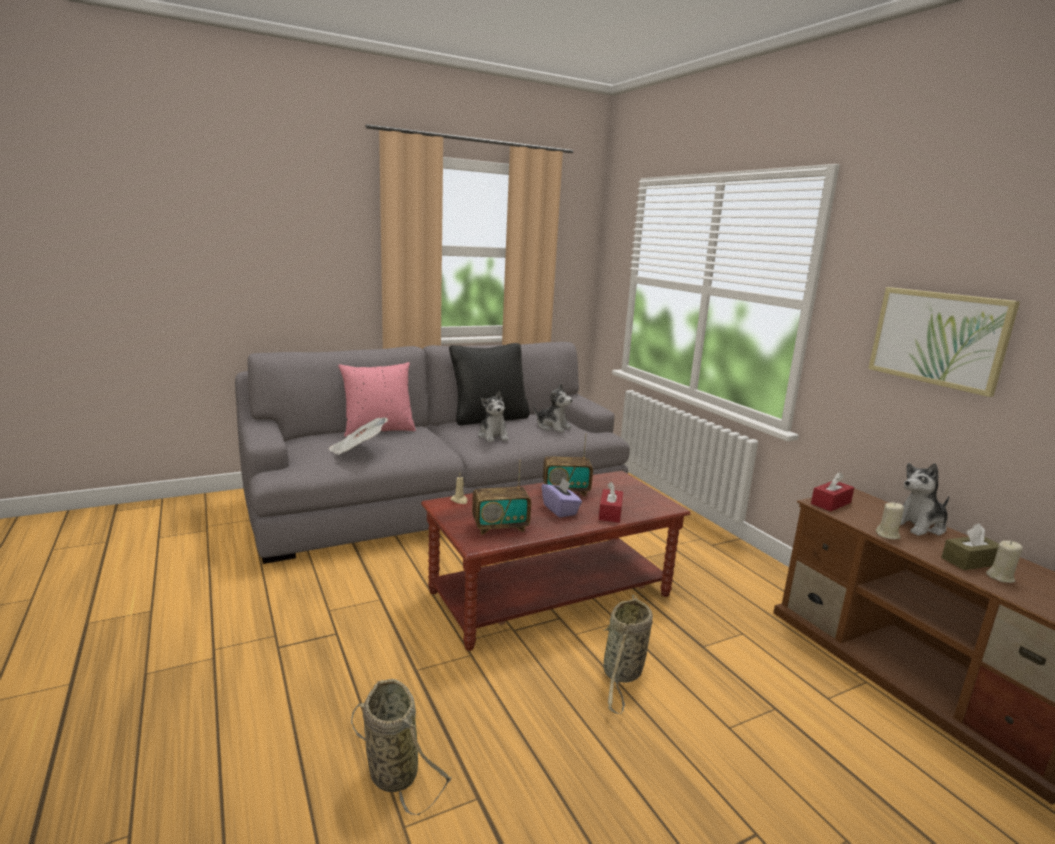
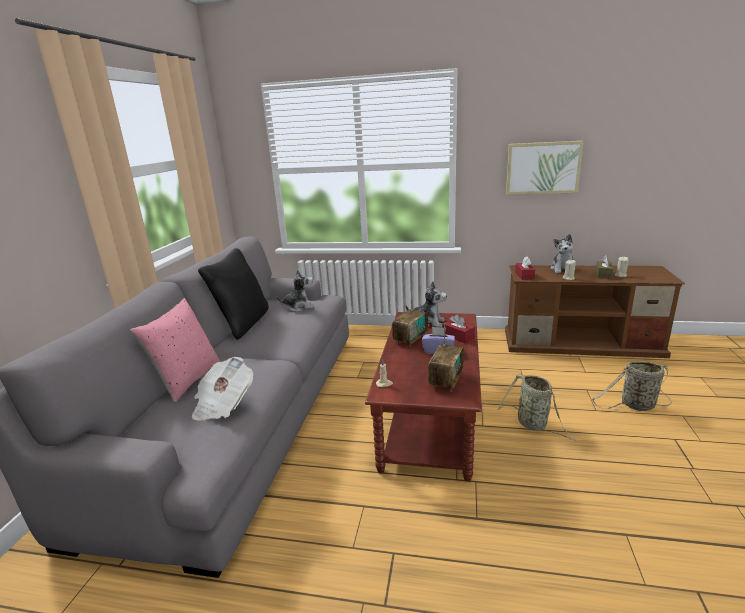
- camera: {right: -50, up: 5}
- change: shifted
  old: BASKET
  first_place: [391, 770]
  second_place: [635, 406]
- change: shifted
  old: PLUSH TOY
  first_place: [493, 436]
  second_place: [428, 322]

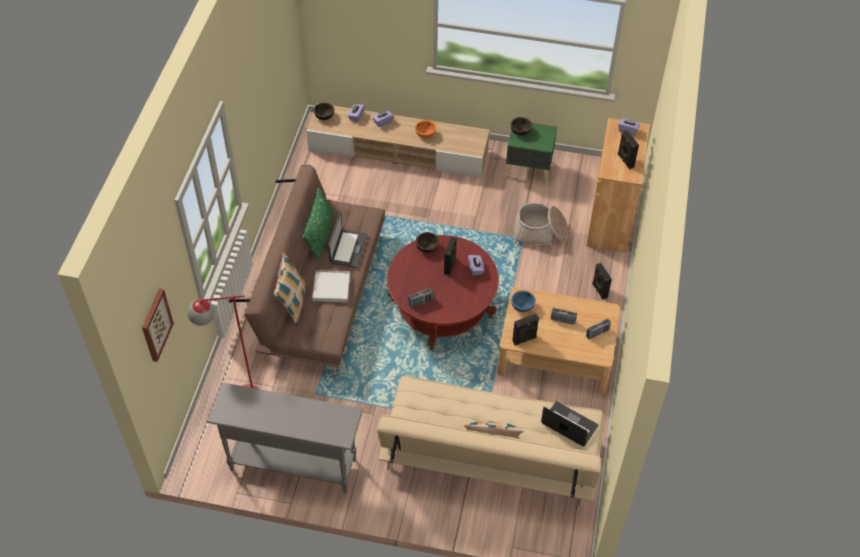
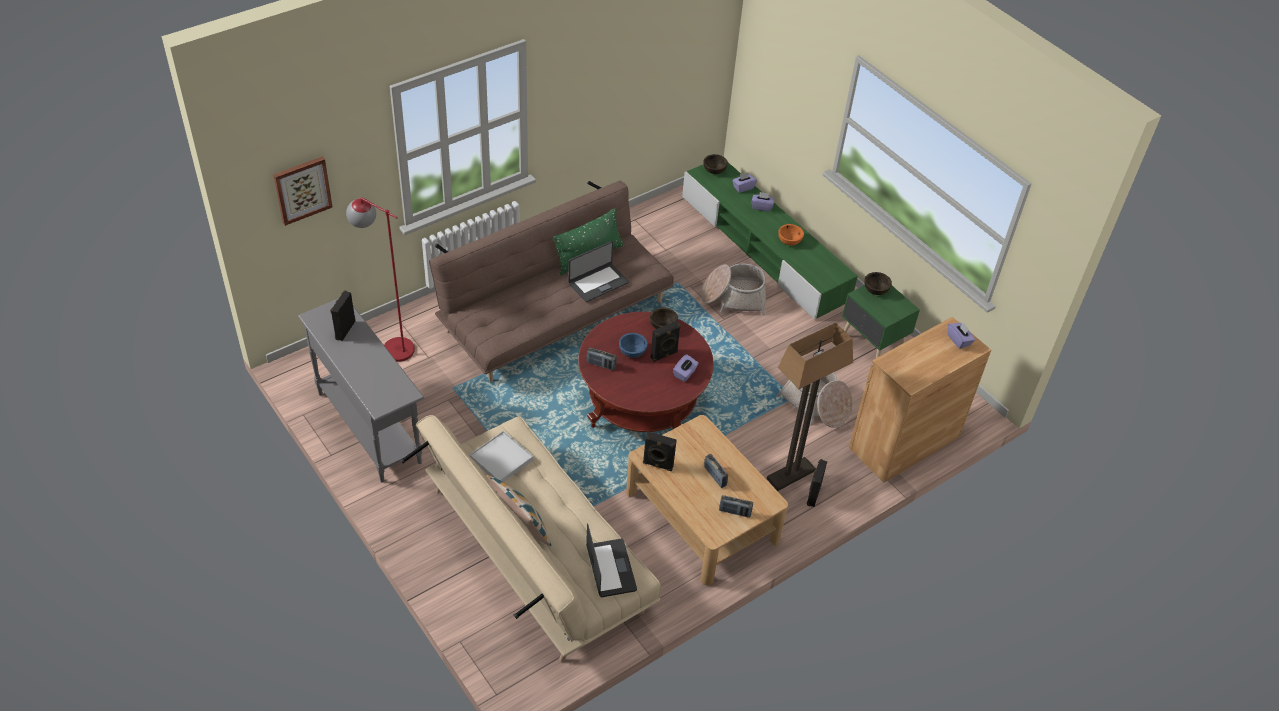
- camera: {right: 40, up: -5}
- change: gone
  old: PILLOW
  first_place: [293, 304]
- change: repainted
  old: BEIGE TV STAND
  new: GREEN TV STAND
  first_place: [399, 151]
  second_place: [764, 248]
- change: shifted
  old: WHITE TRAY
  first_place: [331, 288]
  second_place: [501, 459]
- change: shifted
  old: BLUE BOWL
  first_place: [522, 306]
  second_place: [632, 352]
- change: shifted
  old: BLACK SPEAKER
  first_place: [625, 161]
  second_place: [344, 330]
- change: new
  new: BASKET
  second_place: [733, 298]
- change: new
  new: FLOOR LAMP
  second_place: [790, 475]

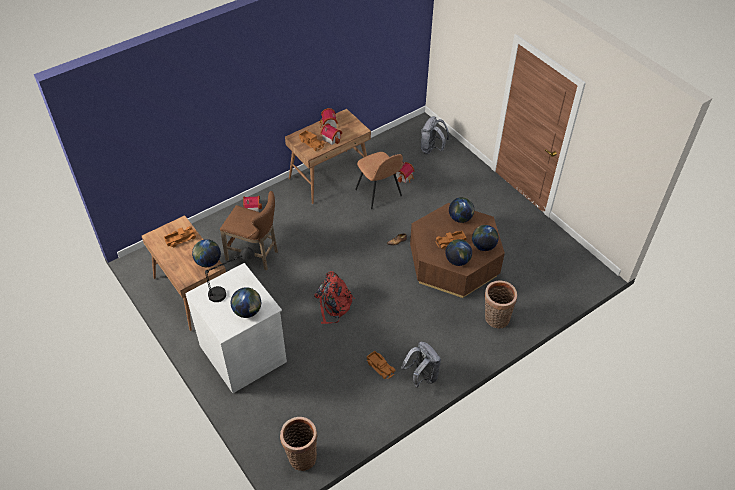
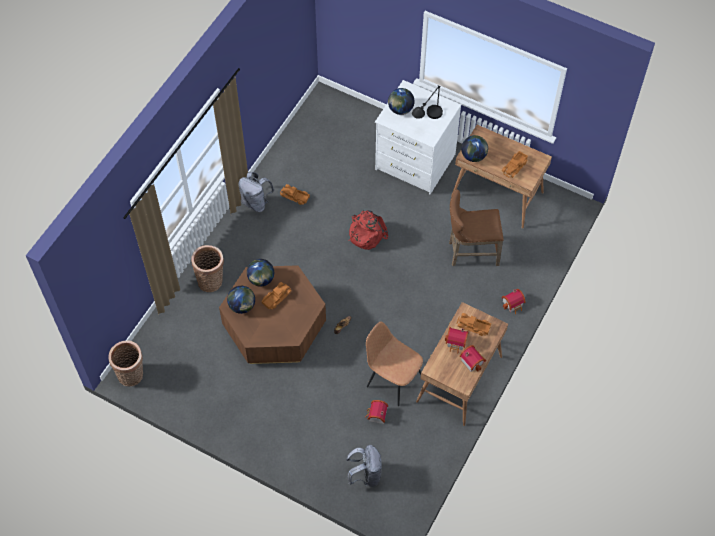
- camera: {right: 155, up: 10}
- change: shifted
  old: BASKET
  first_place: [301, 456]
  second_place: [132, 375]
- change: gone
  old: GLOBE
  first_place: [460, 218]

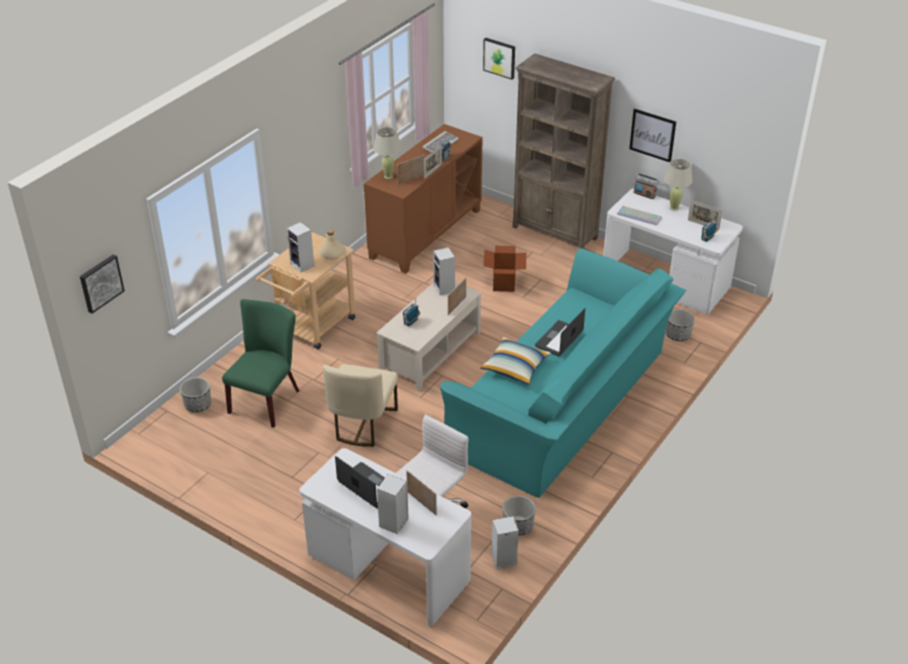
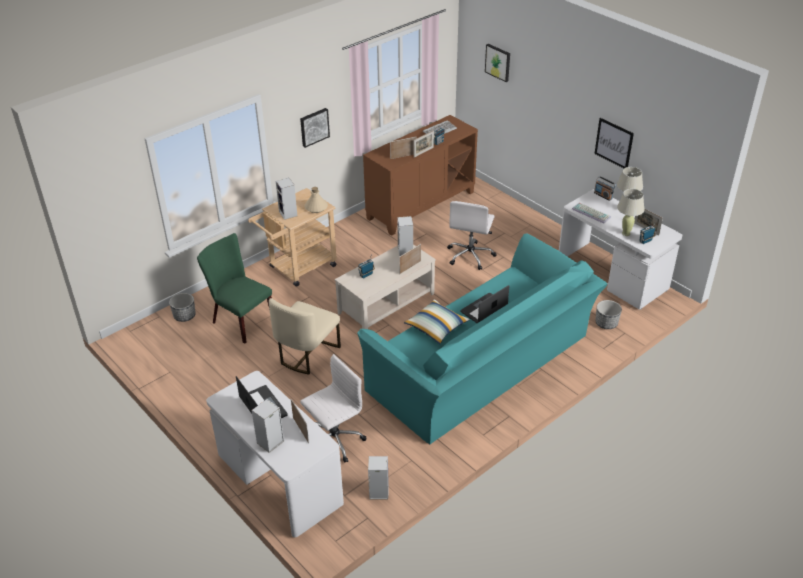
- camera: {right: 15, up: 0}
- change: shifted
  old: PICTURE
  first_place: [100, 283]
  second_place: [314, 127]
- change: rotated
  old: GREEN CHAIR
  first_place: [267, 399]
  second_place: [240, 320]
  degrees: -90
- change: shifted
  old: BEIGE TABLE LAMP
  first_place: [388, 176]
  second_place: [626, 233]
- change: swapped
  old: CARDBOARD BOX
  new: WHITE OFFICE CHAIR
  first_place: [504, 283]
  second_place: [470, 255]
- change: gone
  old: PLANTER
  first_place: [518, 526]
- change: gone
  old: BROWN BOOKCASE
  first_place: [555, 233]

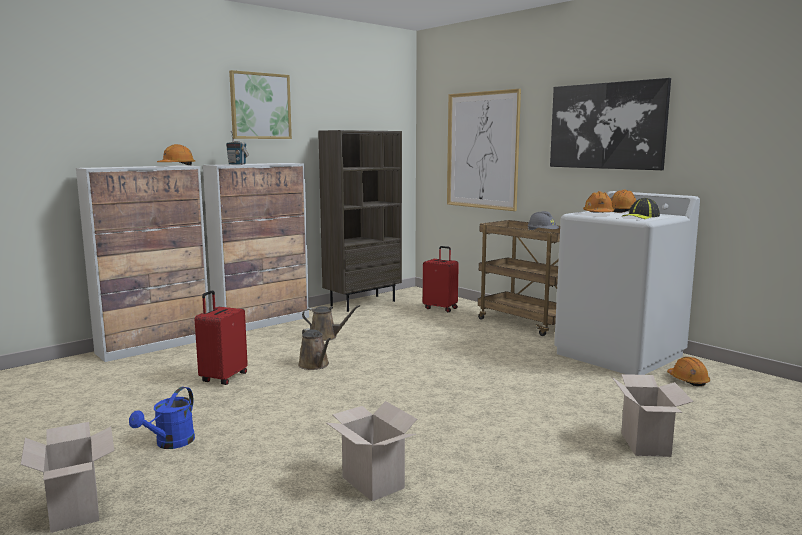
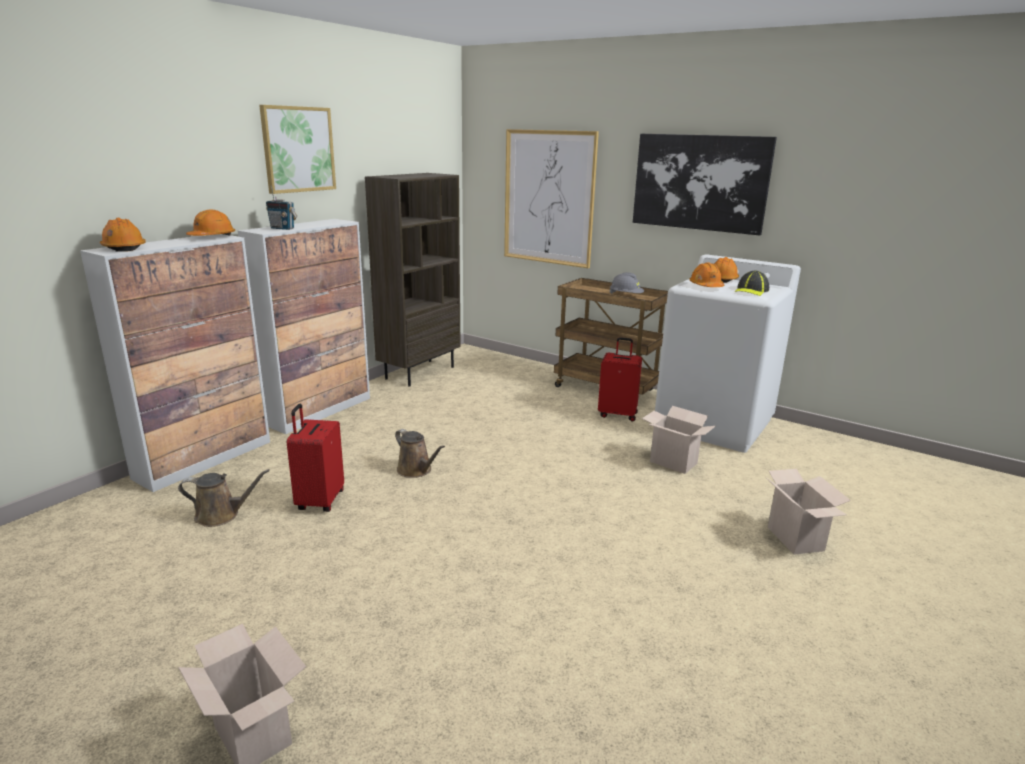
- camera: {right: -15, up: 10}
- change: gone
  old: BLUE WATERING CAN
  first_place: [170, 444]
- change: shifted
  old: BROWN WATERING CAN
  first_place: [326, 337]
  second_place: [221, 515]
- change: shifted
  old: CARDBOARD BOX
  first_place: [370, 482]
  second_place: [671, 462]
- change: shifted
  old: RED SUITCASE
  first_place: [441, 308]
  second_place: [618, 414]
- change: shifted
  old: ORANGE HARD HAT
  first_place: [688, 380]
  second_place: [124, 248]

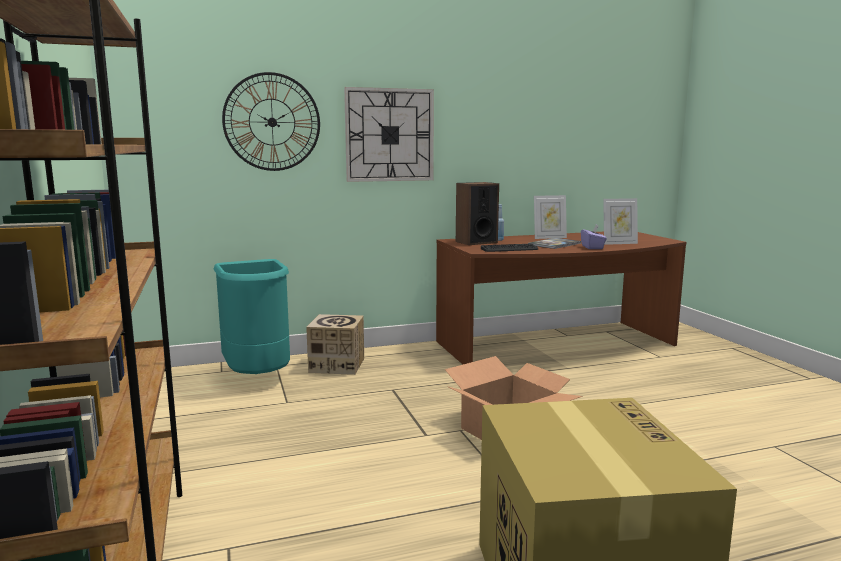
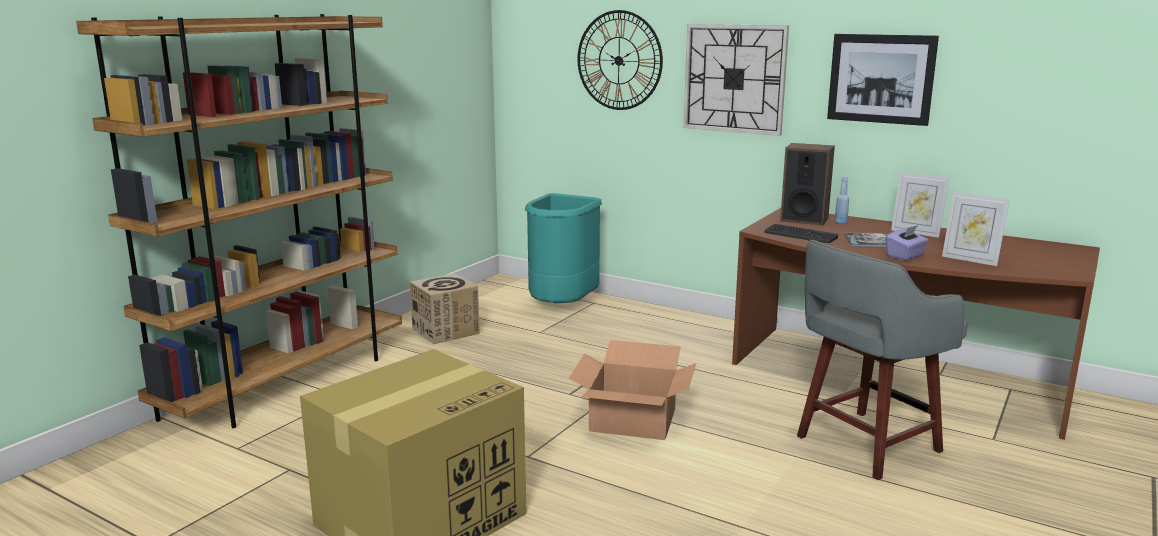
- camera: {right: 50, up: 5}
- change: shifted
  old: CARDBOARD BOX
  first_place: [337, 365]
  second_place: [445, 331]
- change: new
  new: GREY STOOL
  second_place: [864, 445]
- change: new
  new: PICTURE
  second_place: [881, 79]

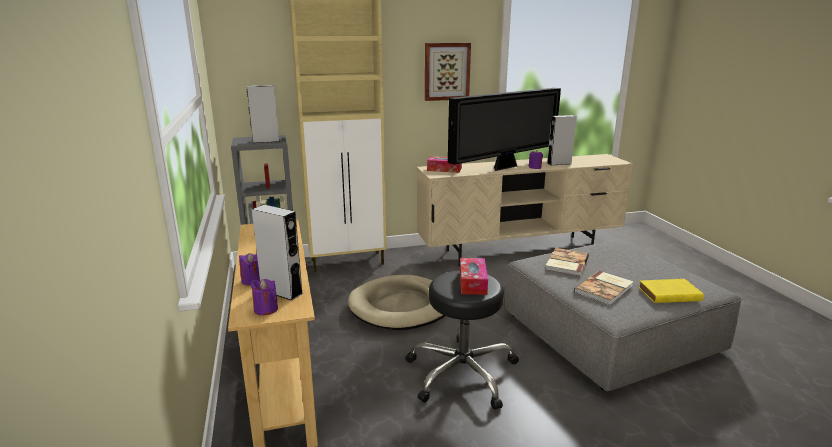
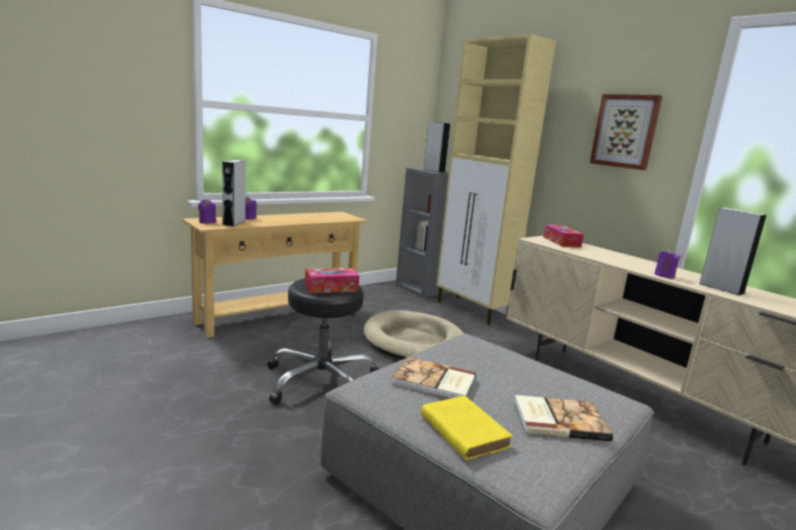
- camera: {right: 65, up: -5}
- change: gone
  old: TELEVISION
  first_place: [505, 167]
- change: shifted
  old: BOOK
  first_place: [566, 263]
  second_place: [558, 419]

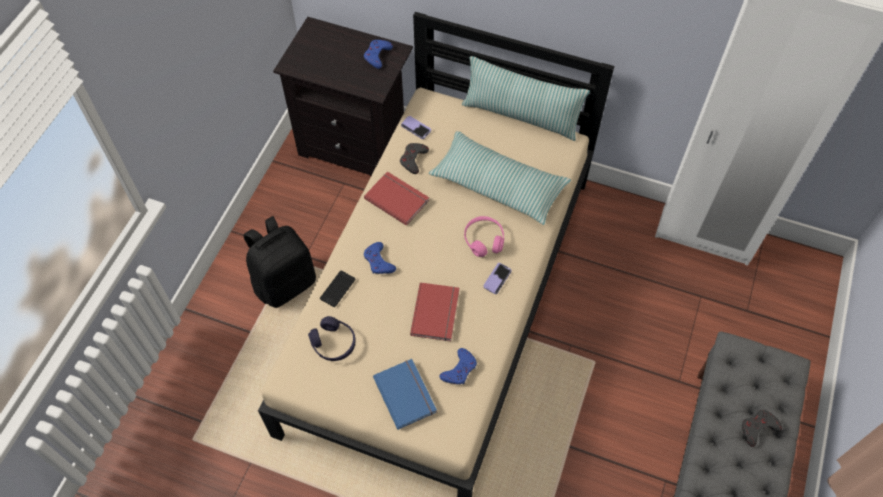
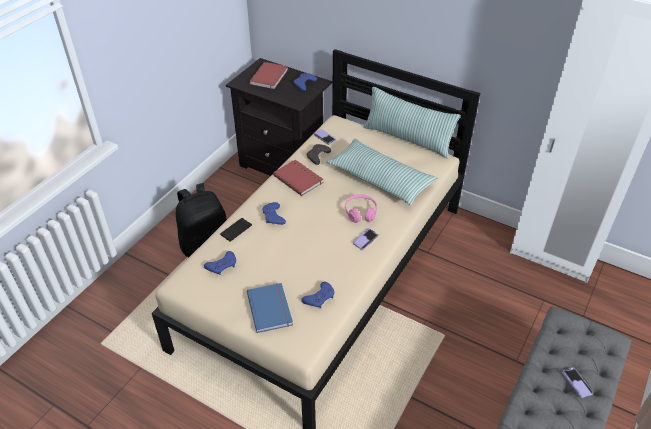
- camera: {right: 10, up: -15}
- change: swapped
  old: PURPLE HEADPHONES
  new: BLUE GAME CONTROLLER
  first_place: [333, 343]
  second_place: [222, 265]
- change: shifted
  old: RED BOOK
  first_place: [437, 312]
  second_place: [270, 77]
- change: swapped
  old: GREY GAME CONTROLLER
  new: PHONE
  first_place: [758, 428]
  second_place: [576, 383]

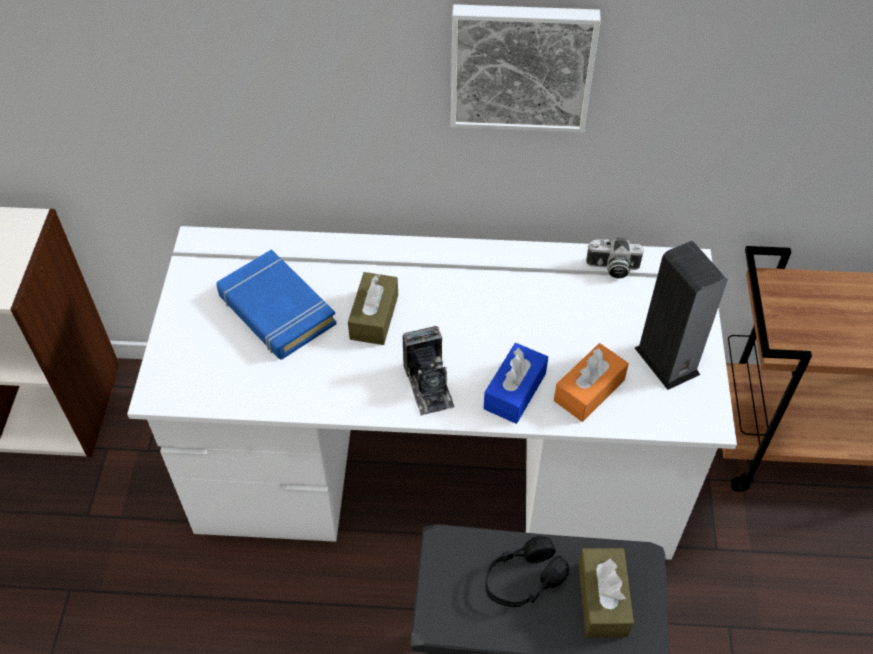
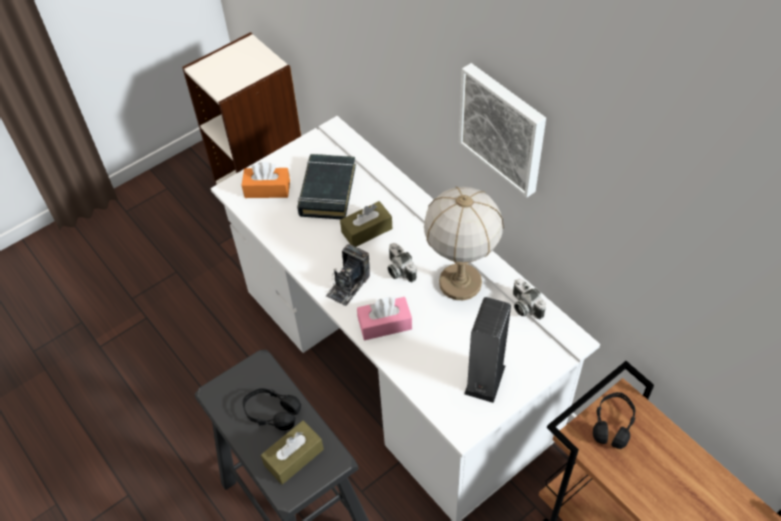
- camera: {right: 50, up: 0}
- change: repainted
  old: BLUE BOOK
  new: BLACK BOOK
  first_place: [276, 310]
  second_place: [327, 190]
- change: repainted
  old: BLUE TISSUE BOX
  new: PINK TISSUE BOX
  first_place: [515, 391]
  second_place: [385, 324]
- change: shifted
  old: ORANGE TISSUE BOX
  first_place: [589, 390]
  second_place: [267, 189]
- change: new
  new: PHOTO CAMERA
  second_place: [398, 270]
- change: new
  new: TABLE LAMP
  second_place: [460, 282]
- change: new
  new: BLACK HEADPHONES
  second_place: [612, 424]

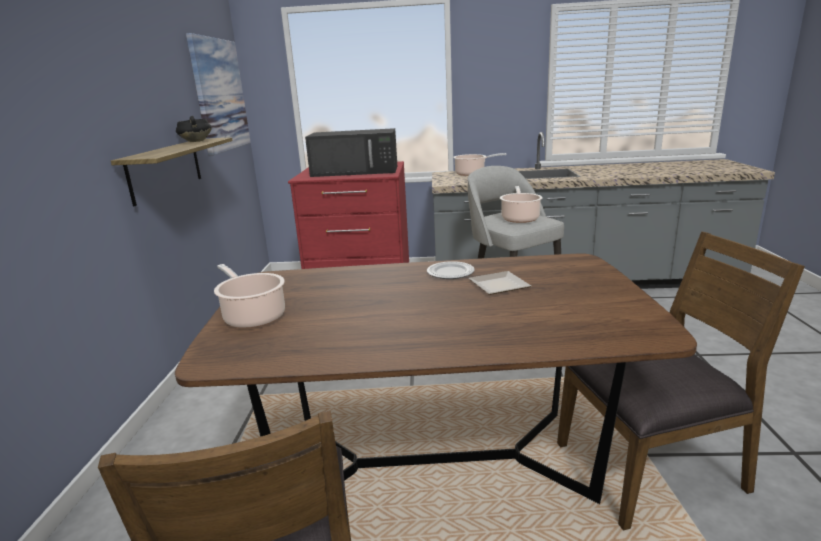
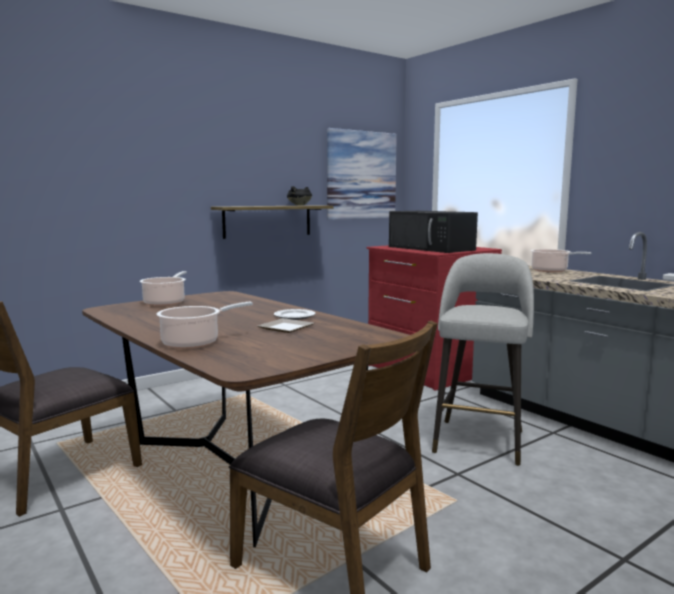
- camera: {right: 50, up: -10}
- change: shifted
  old: COOKING POT
  first_place: [520, 218]
  second_place: [194, 343]

